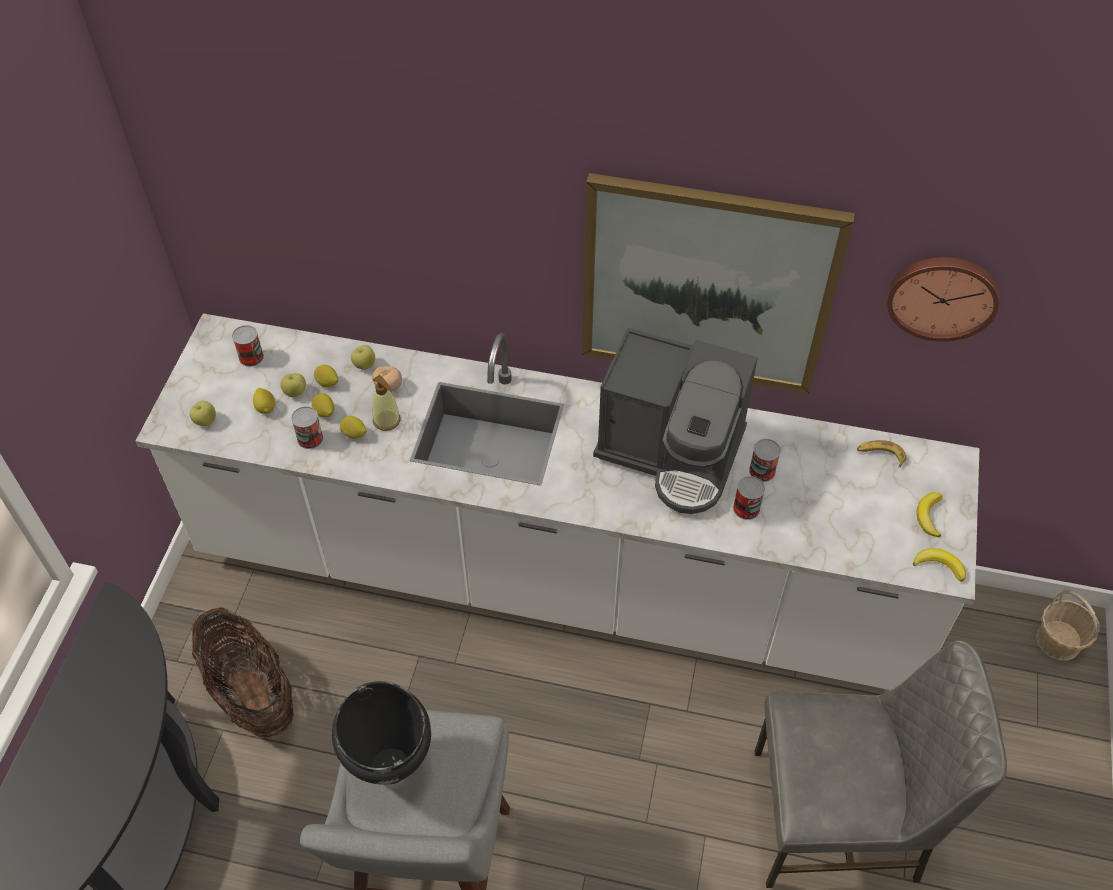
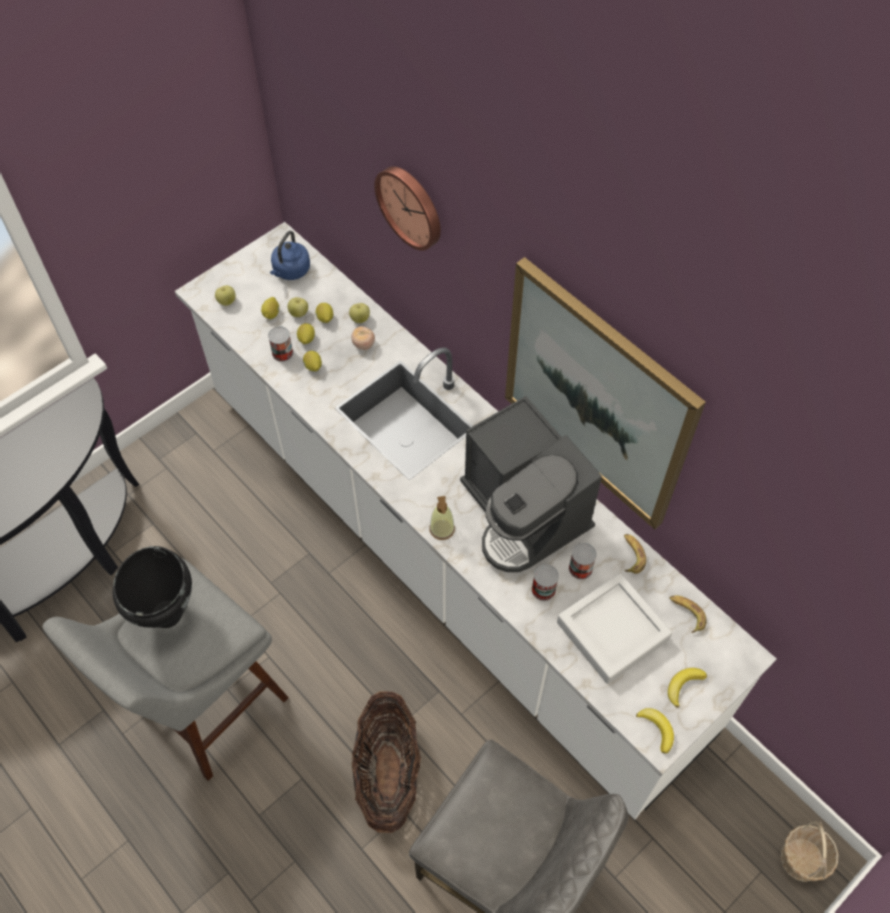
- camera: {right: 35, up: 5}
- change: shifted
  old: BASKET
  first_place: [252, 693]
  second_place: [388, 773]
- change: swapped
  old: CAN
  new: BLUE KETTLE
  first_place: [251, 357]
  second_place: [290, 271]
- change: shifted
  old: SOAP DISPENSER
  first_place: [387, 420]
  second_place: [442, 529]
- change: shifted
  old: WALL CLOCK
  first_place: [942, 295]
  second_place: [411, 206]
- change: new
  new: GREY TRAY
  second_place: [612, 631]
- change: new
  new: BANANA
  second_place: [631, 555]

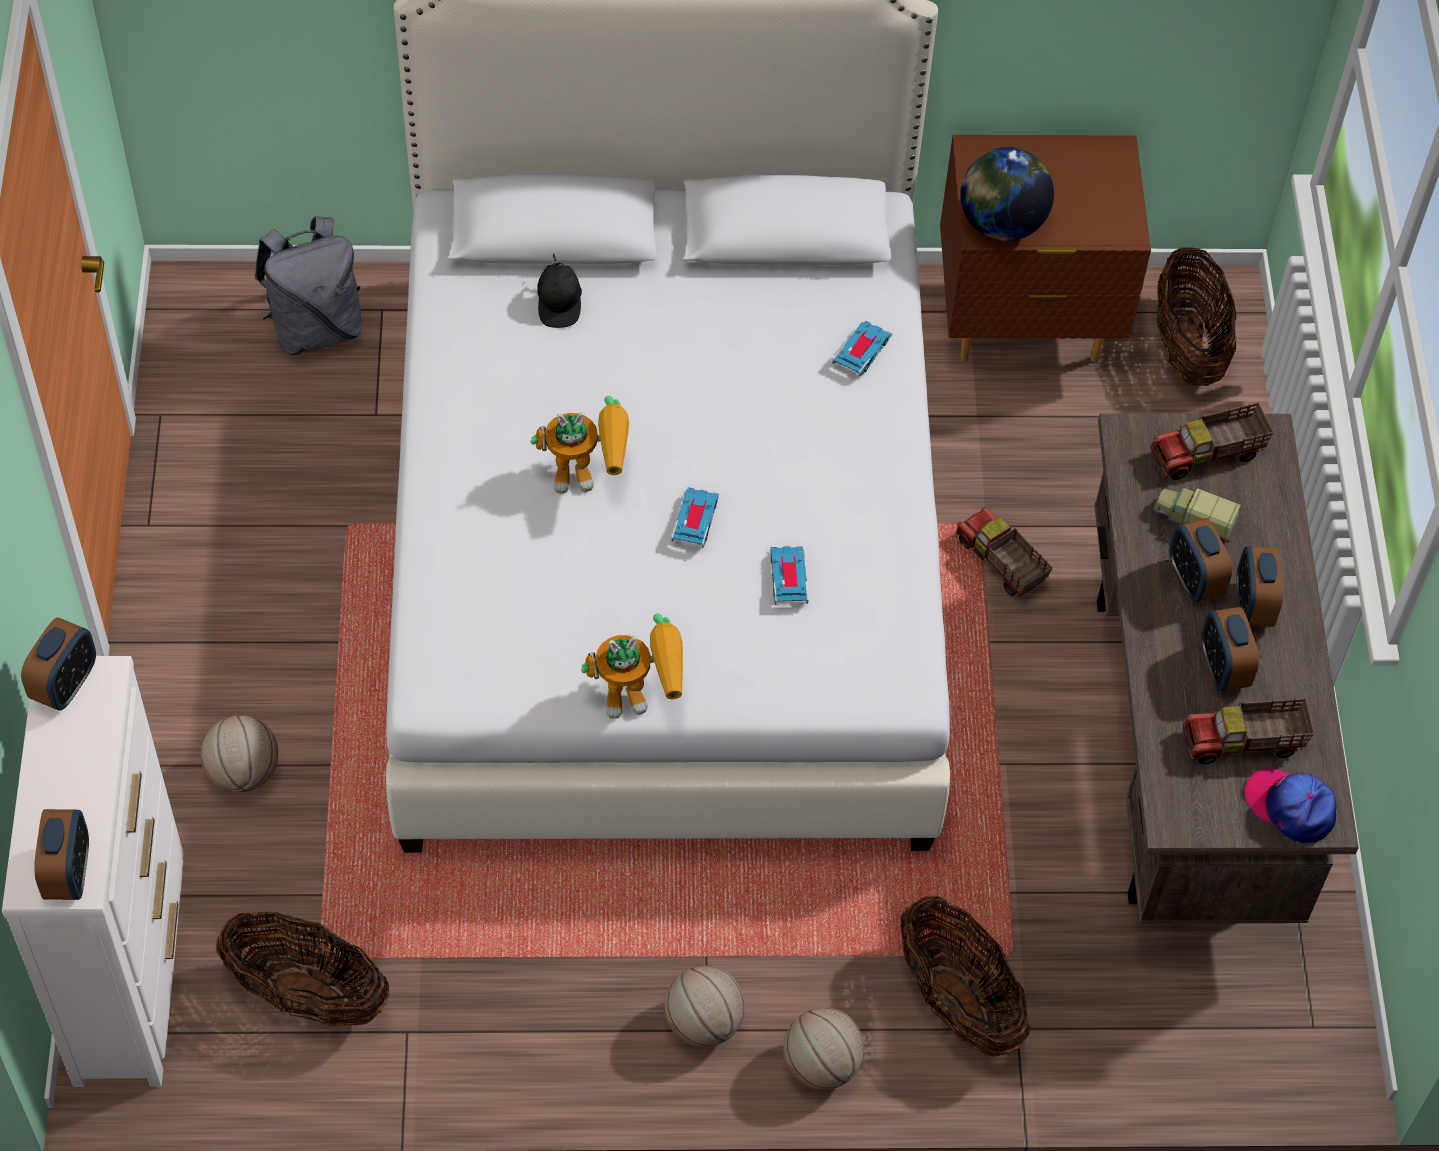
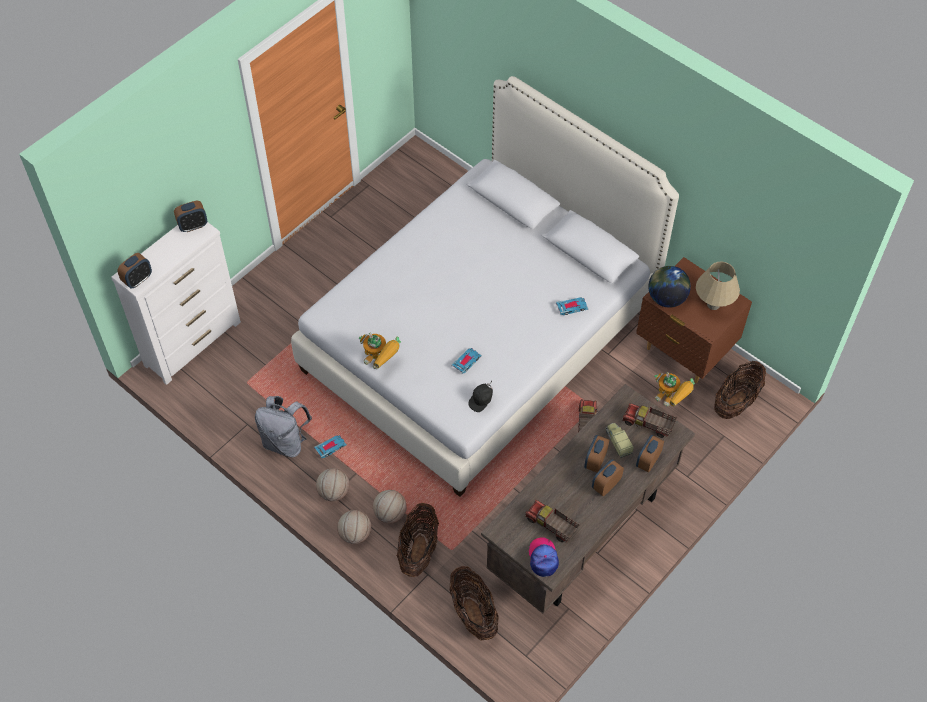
- camera: {right: 45, up: 0}
- change: shifted
  old: BASKETBALL
  first_place: [243, 772]
  second_place: [390, 514]
- change: shifted
  old: BASKET
  first_place: [308, 994]
  second_place: [473, 613]
- change: shifted
  old: GREY BACKPACK
  first_place: [316, 328]
  second_place: [285, 442]
- change: shifted
  old: TOY ROBOT
  first_place: [589, 474]
  second_place: [671, 400]
- change: shifted
  old: BLACK CAP
  first_place: [559, 304]
  second_place: [481, 401]
- change: shifted
  old: TOY CAR
  first_place: [695, 520]
  second_place: [330, 447]
- change: shifted
  old: ALARM CLOCK
  first_place: [1223, 668]
  second_place: [648, 461]
- change: new
  new: BEIGE TABLE LAMP
  second_place: [713, 304]

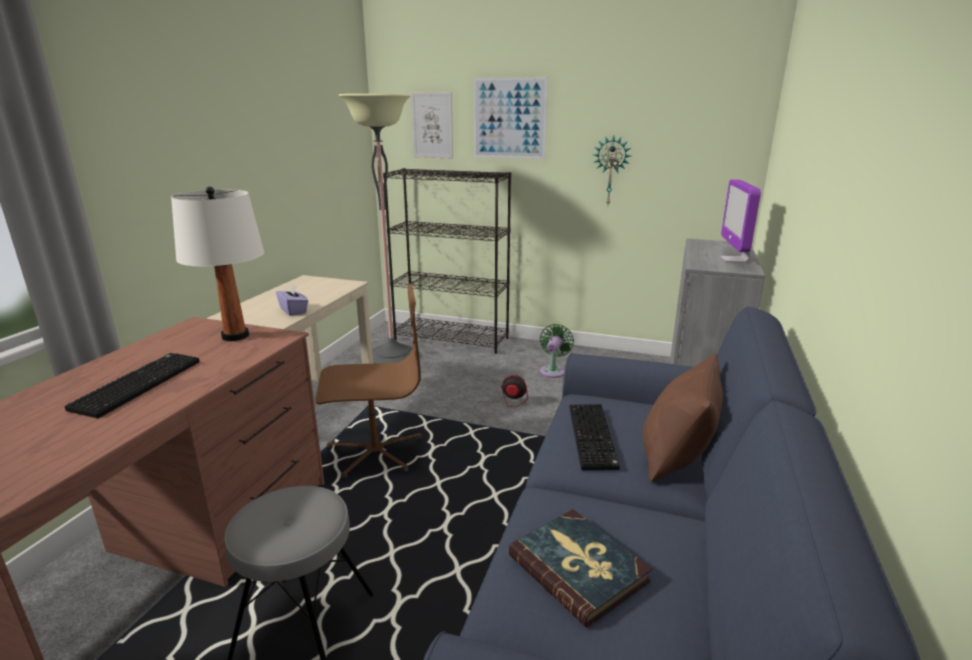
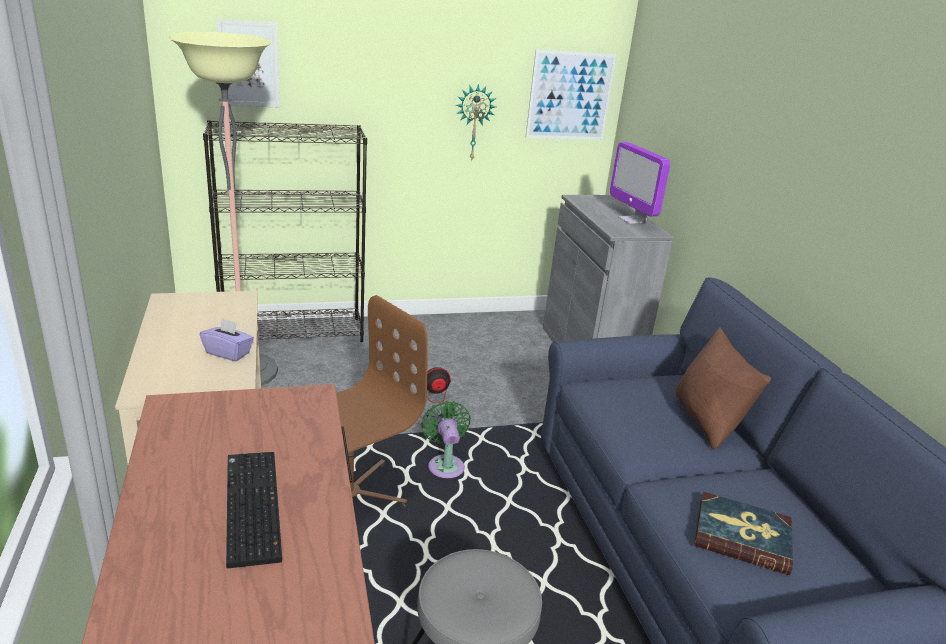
- camera: {right: -35, up: 5}
- change: gone
  old: WHITE TABLE LAMP
  first_place: [235, 336]
- change: shifted
  old: PICTURE
  first_place: [509, 118]
  second_place: [570, 96]
- change: shifted
  old: GREEN FAN
  first_place: [553, 370]
  second_place: [445, 464]
- change: gone
  old: KEYBOARD
  first_place: [594, 437]

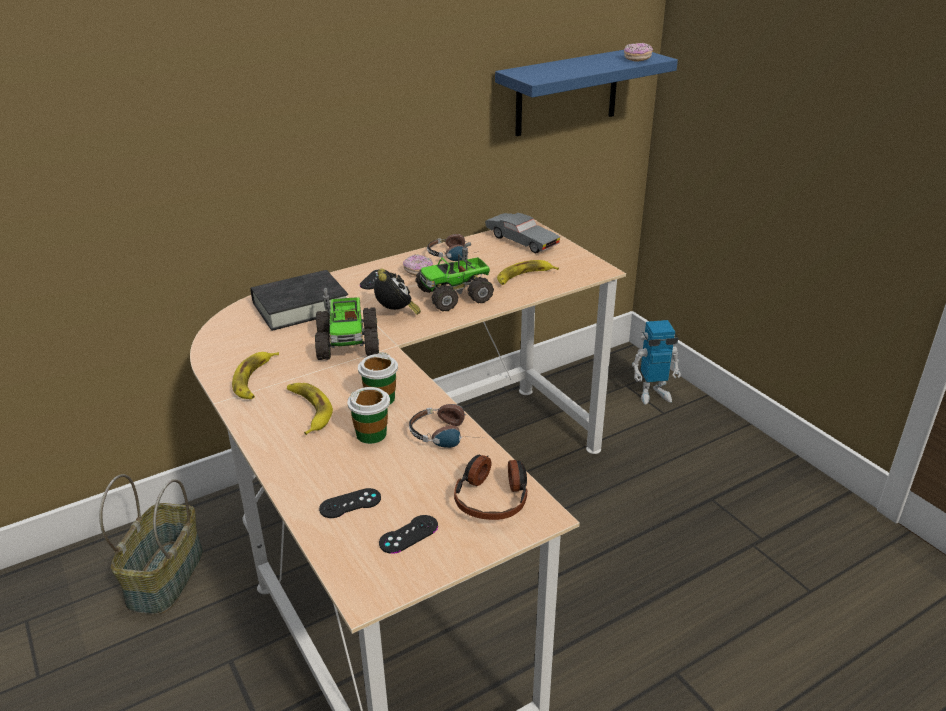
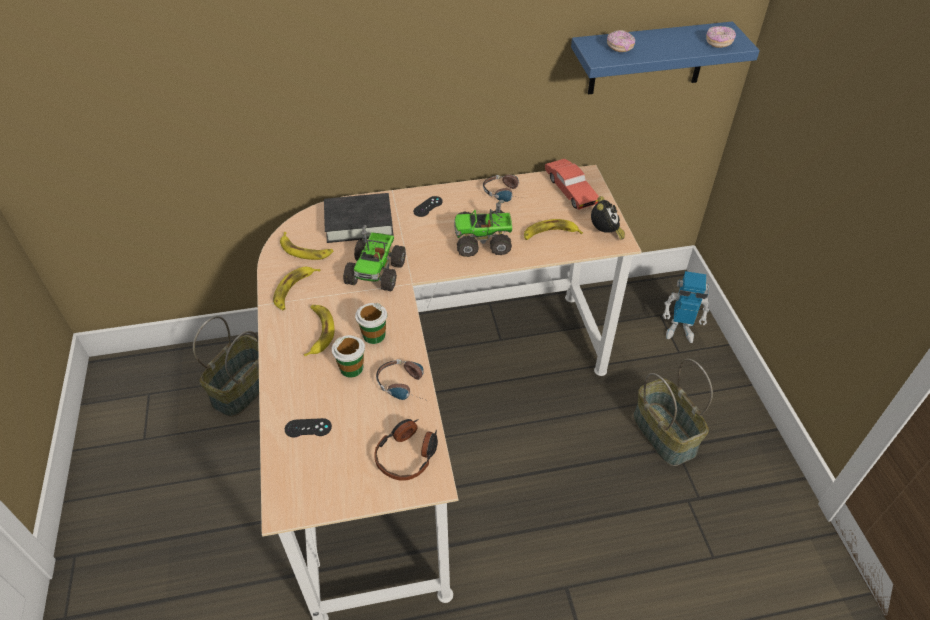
- camera: {right: 20, up: 15}
- change: shifted
  old: ALARM CLOCK
  first_place: [396, 313]
  second_place: [605, 233]
- change: gone
  old: BLACK GAME CONTROLLER
  first_place: [408, 534]
- change: shifted
  old: DONUT
  first_place: [418, 271]
  second_place: [619, 47]
- change: repainted
  old: GREY TOY CAR
  new: RED TOY CAR
  first_place: [521, 241]
  second_place: [570, 191]
- change: new
  new: BANANA
  second_place: [305, 250]
- change: new
  new: BASKET
  second_place: [665, 434]

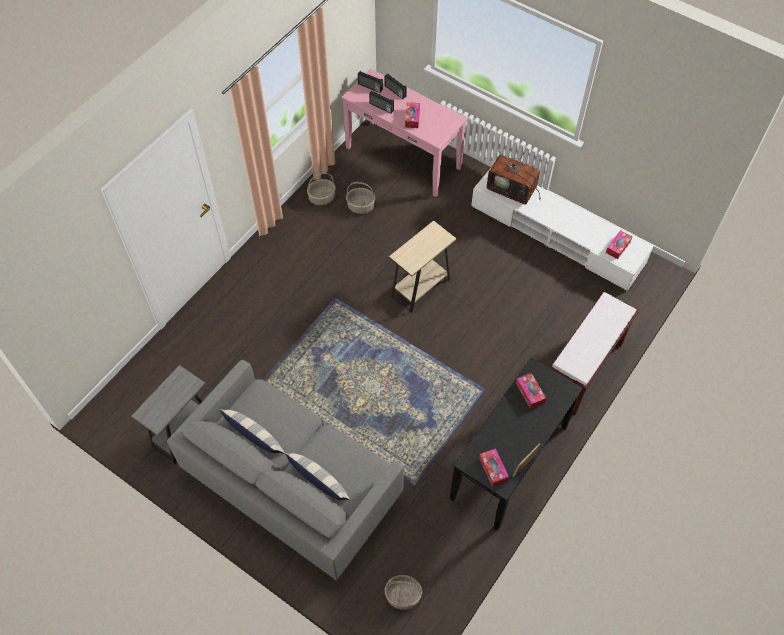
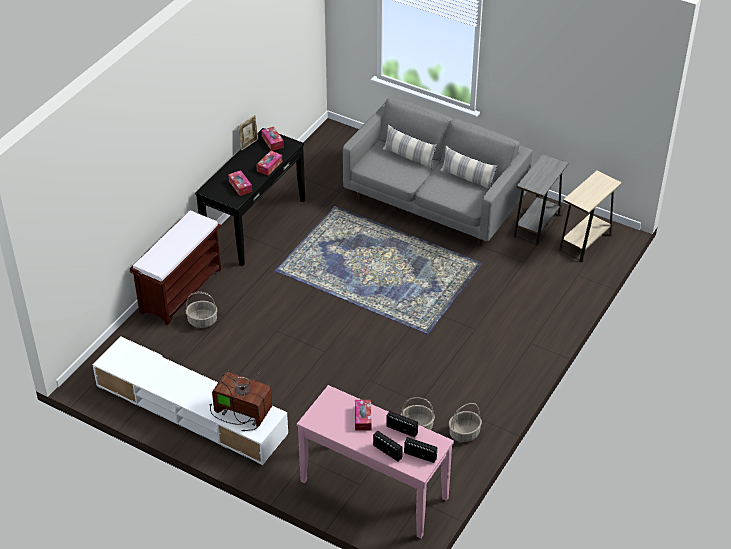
- camera: {right: 175, up: -15}
- change: shifted
  old: BASKET
  first_place: [402, 596]
  second_place: [203, 321]
- change: shifted
  old: BEIGE SIDE TABLE
  first_place: [420, 288]
  second_place: [585, 242]
- change: shifted
  old: TISSUE BOX
  first_place: [618, 247]
  second_place: [269, 166]

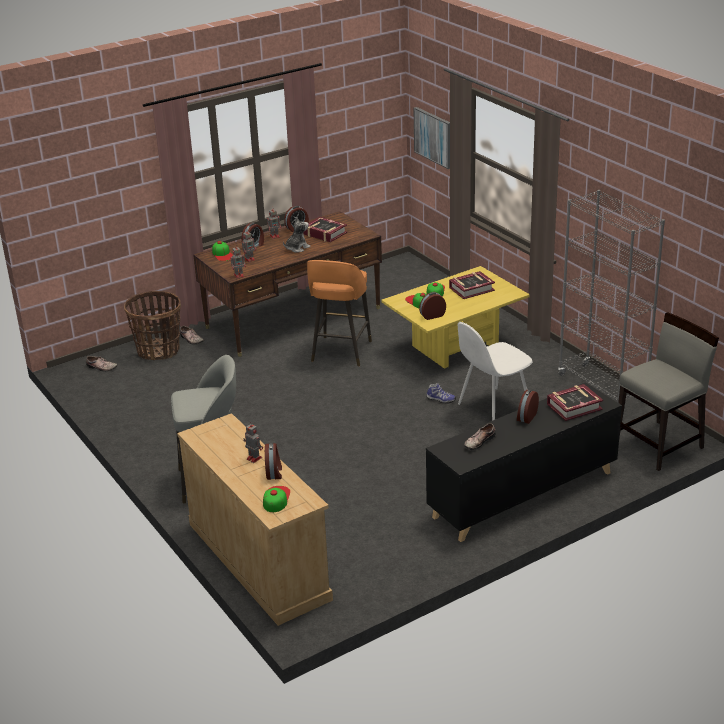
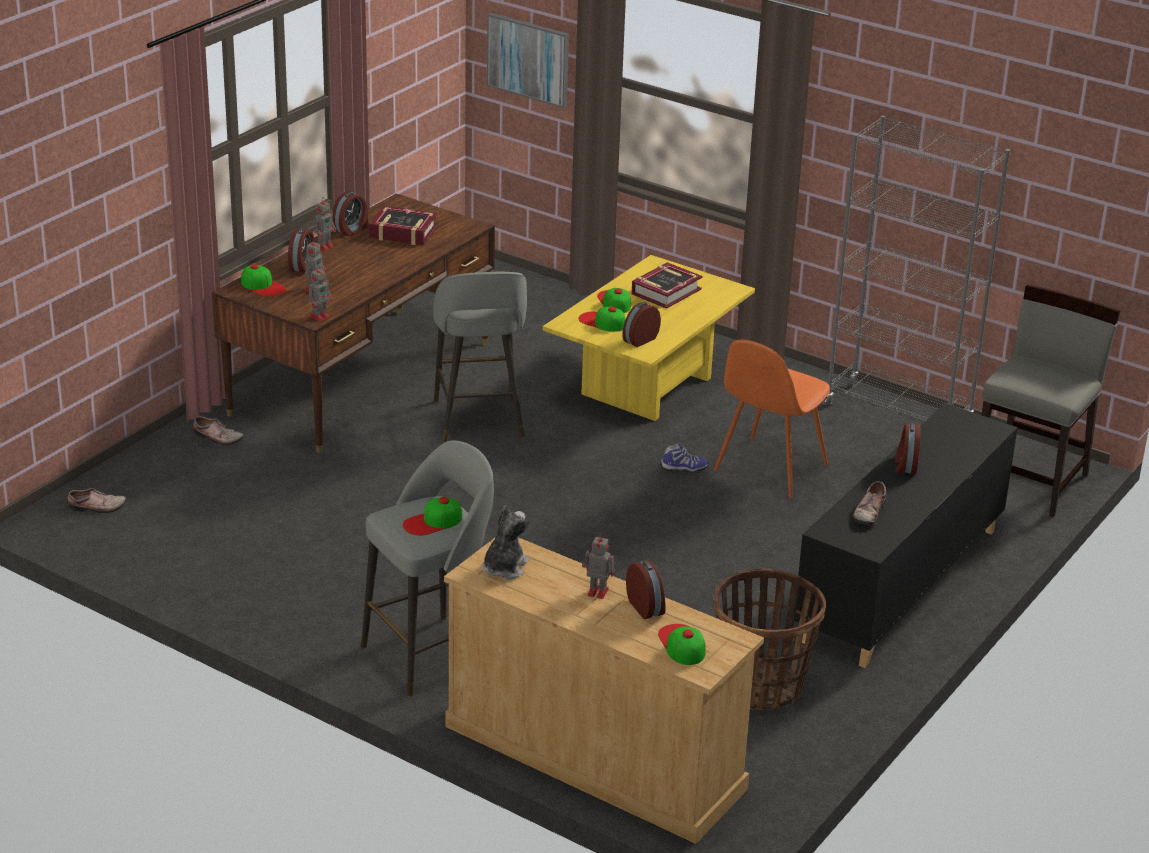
- camera: {right: -25, up: 0}
- change: shifted
  old: BASKET
  first_place: [158, 351]
  second_place: [761, 687]
- change: shifted
  old: PLUSH TOY
  first_place: [297, 248]
  second_place: [504, 568]
- change: repainted
  old: ORANGE STOOL
  new: GREY STOOL
  first_place: [340, 352]
  second_place: [478, 421]
- change: repainted
  old: WHITE CHAIR
  new: ORANGE CHAIR
  first_place: [493, 409]
  second_place: [769, 469]
- change: gone
  old: BOOK
  first_place: [574, 407]
- change: new
  new: CAP
  second_place: [432, 522]

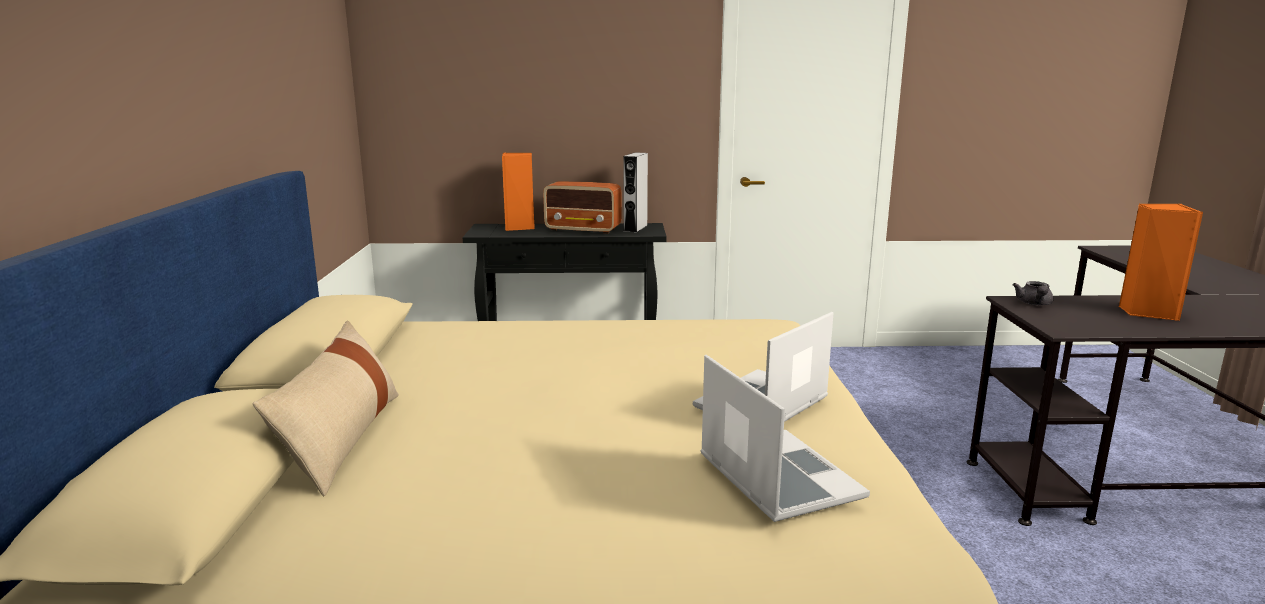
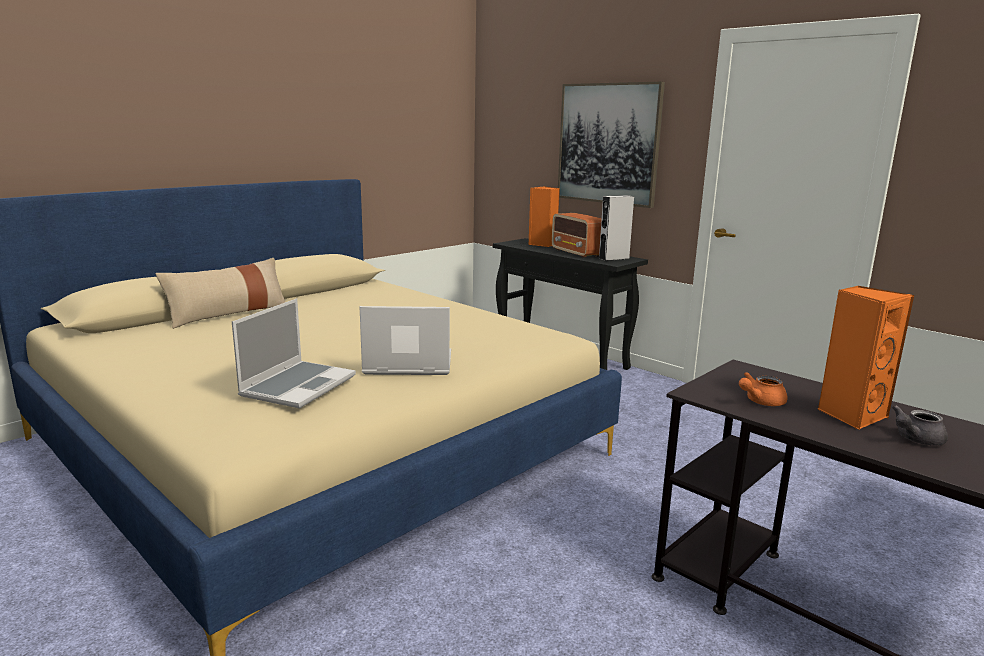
- camera: {right: 45, up: 0}
- change: shifted
  old: GREY TEAPOT
  first_place: [1034, 304]
  second_place: [915, 439]
- change: new
  new: PICTURE
  second_place: [608, 144]
- change: new
  new: ORANGE TEAPOT
  second_place: [760, 401]

